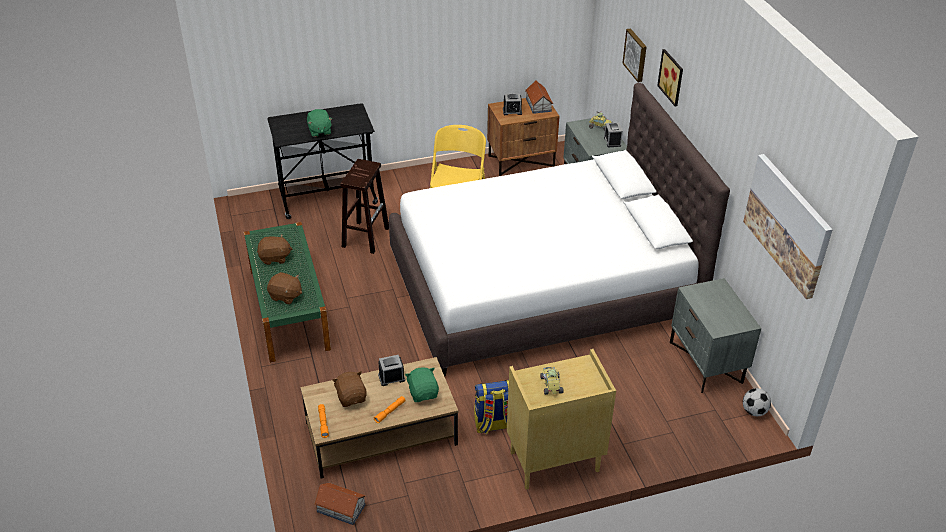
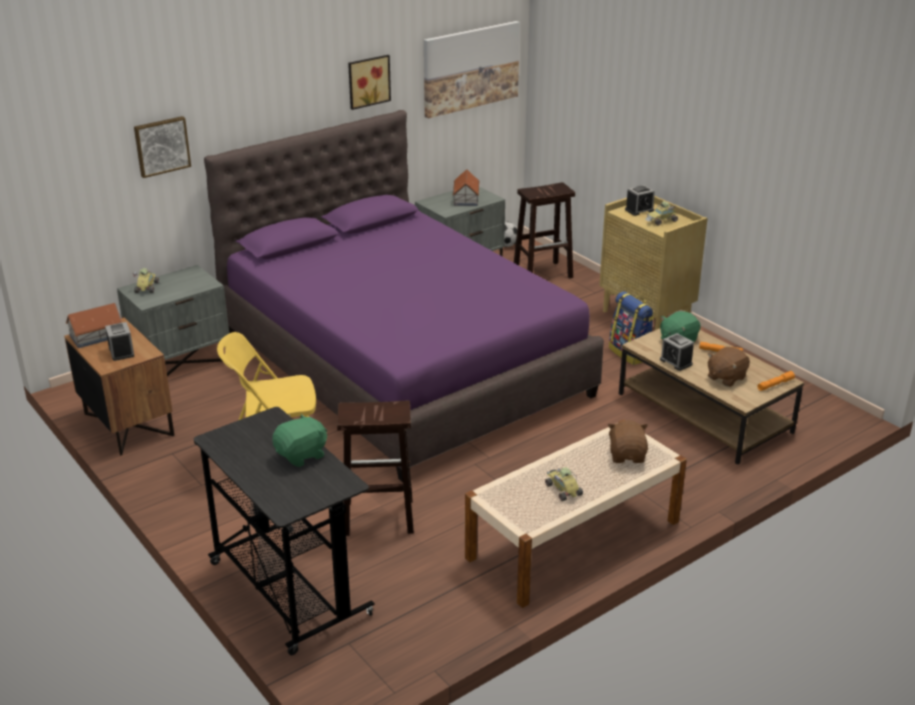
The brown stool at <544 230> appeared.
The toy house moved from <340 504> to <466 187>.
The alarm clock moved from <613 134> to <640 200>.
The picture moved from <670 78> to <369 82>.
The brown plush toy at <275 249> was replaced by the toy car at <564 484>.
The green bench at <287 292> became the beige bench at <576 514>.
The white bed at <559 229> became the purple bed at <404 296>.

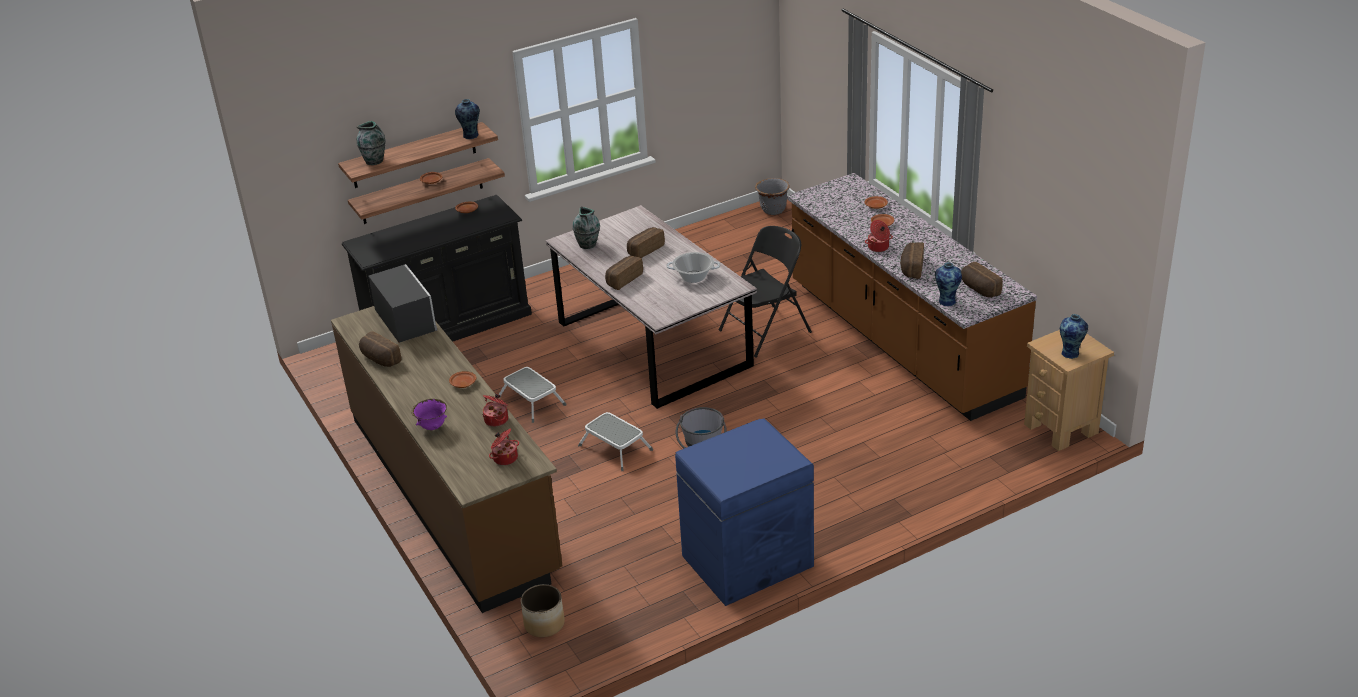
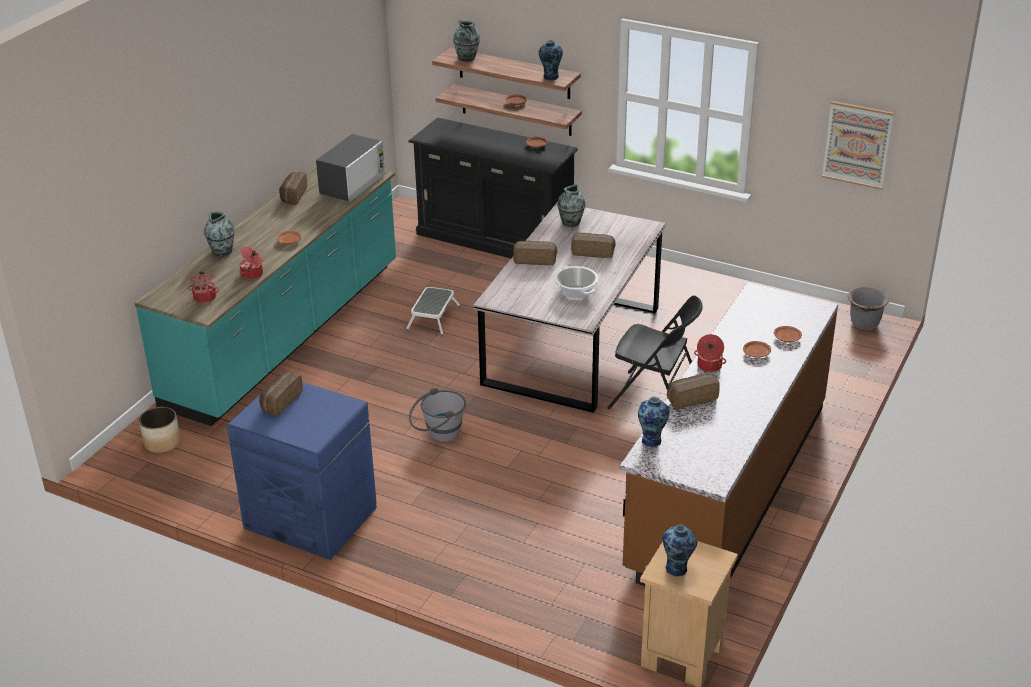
The grey step ladder at <615 441> disappeared.
The picture at <858 145> appeared.
The bread moved from <982 280> to <281 394>.
The purple bowl at <429 414> was replaced by the vase at <219 234>.
The brown counter at <447 459> became the turquoise counter at <265 296>.

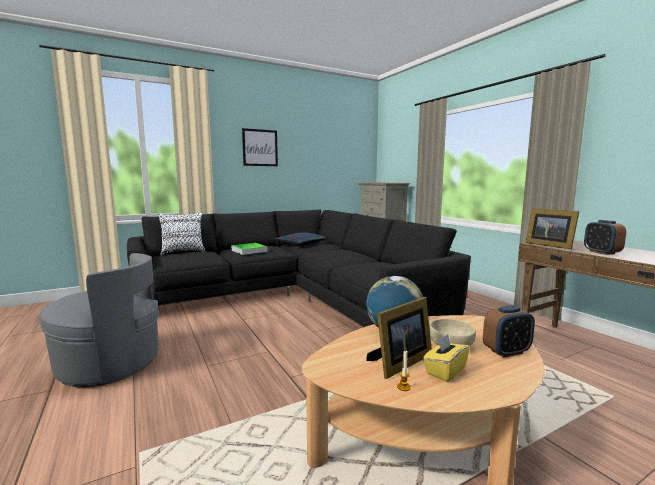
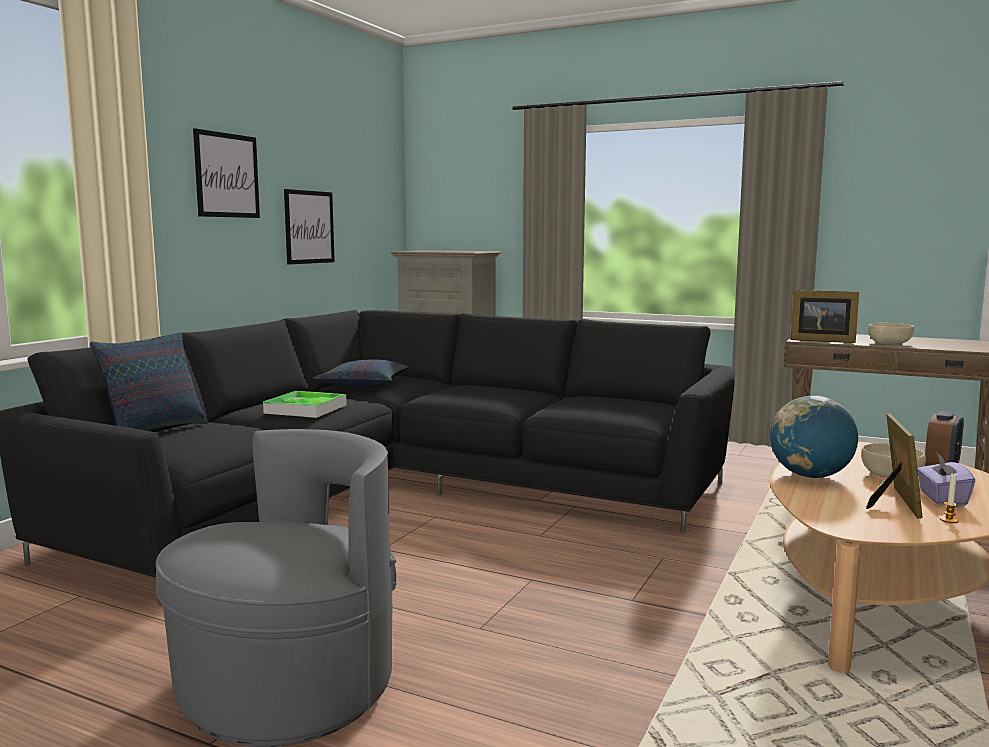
The picture at <309 227> appeared.
The alarm clock at <605 237> was replaced by the beige bowl at <891 333>.
The white pillow at <181 234> became the blue pillow at <149 381>.
The yellow tissue box at <446 358> became the purple tissue box at <946 479>.

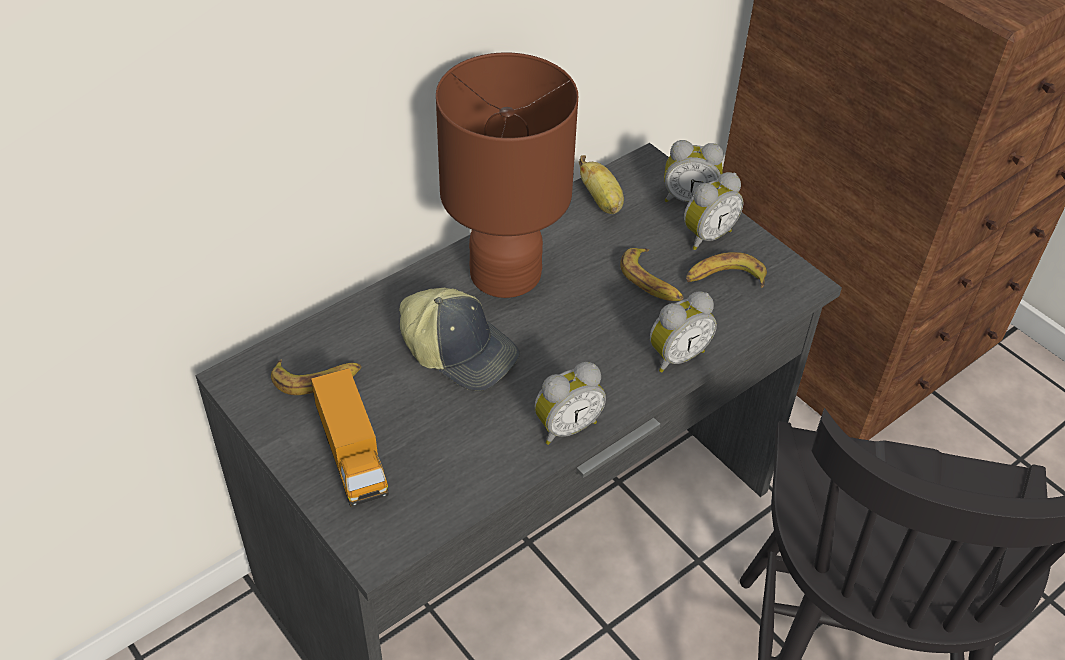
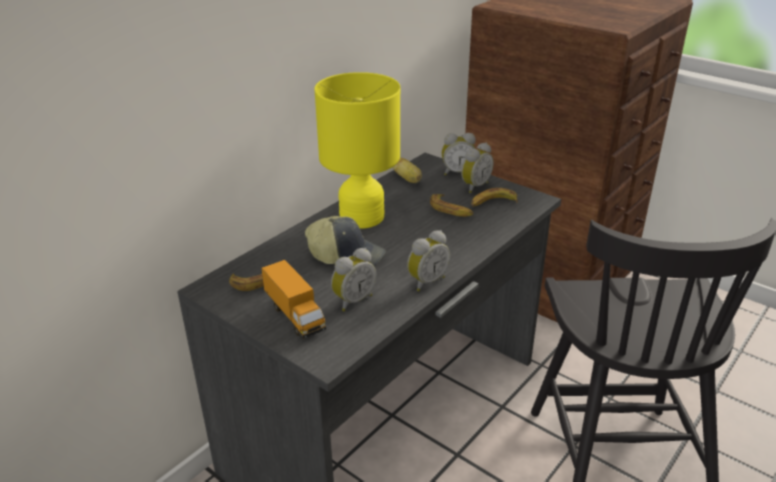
The alarm clock moved from <683 332> to <353 279>.
The brown table lamp at <507 175> became the yellow table lamp at <357 150>.

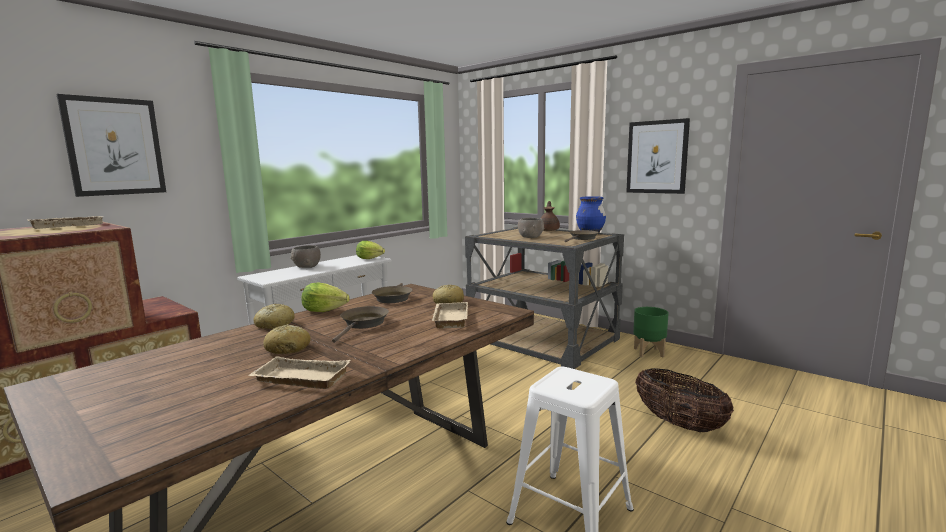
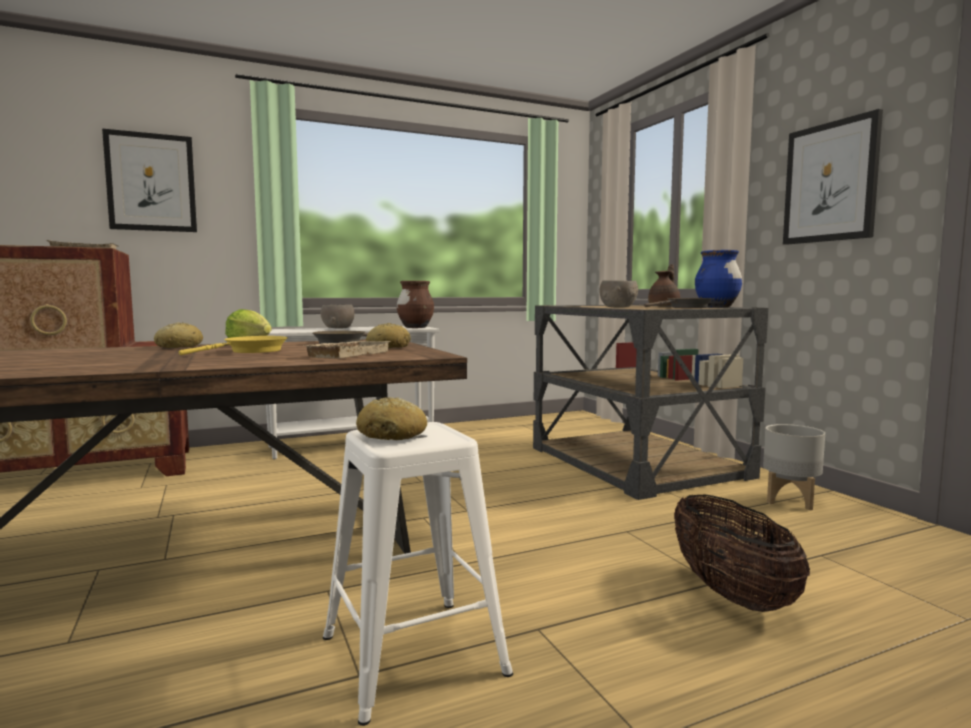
The beige tray at <299 372> disappeared.
The bread moved from <287 339> to <391 418>.
The lettuce at <370 250> was replaced by the brown vase at <415 304>.
The brown frying pan at <360 324> became the yellow frying pan at <233 345>.
The green planter at <651 332> became the grey planter at <794 467>.

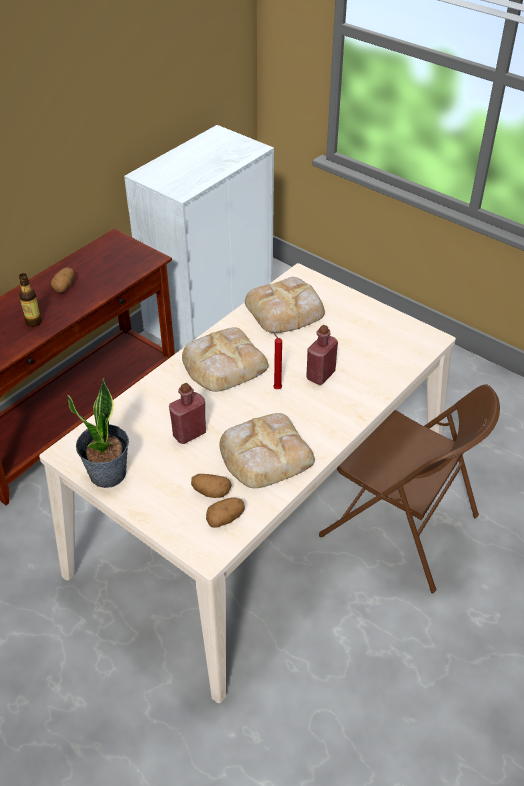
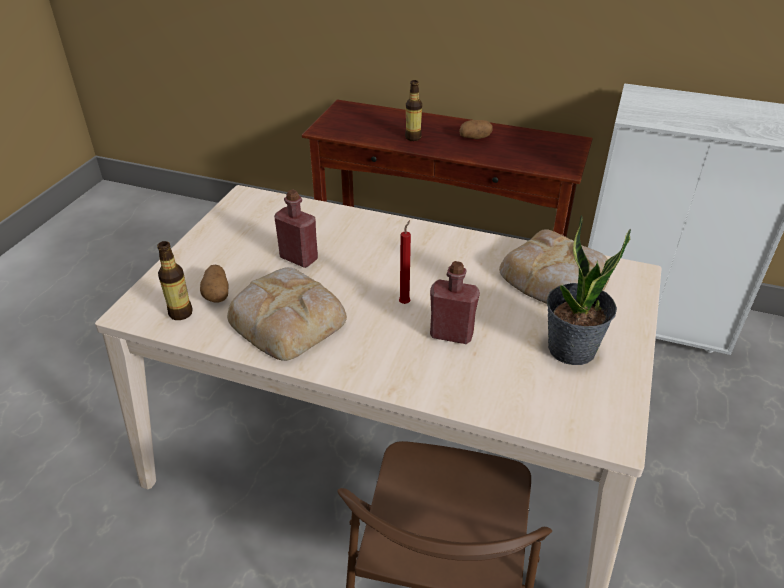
The bread at <225 359> disappeared.
The potted plant moved from <98 433> to <589 290>.
The potato at <225 512> was replaced by the bottle at <175 280>.

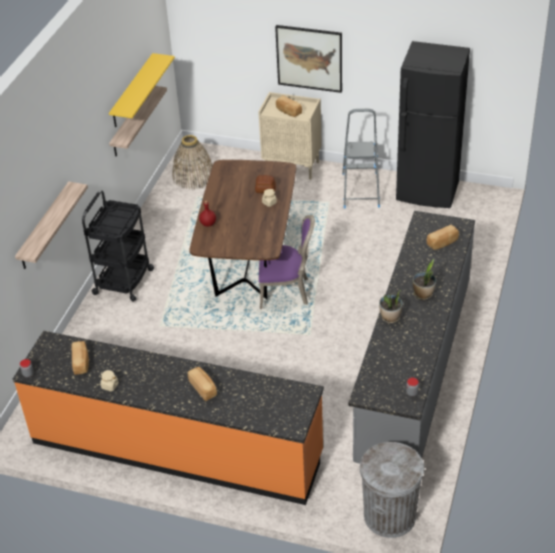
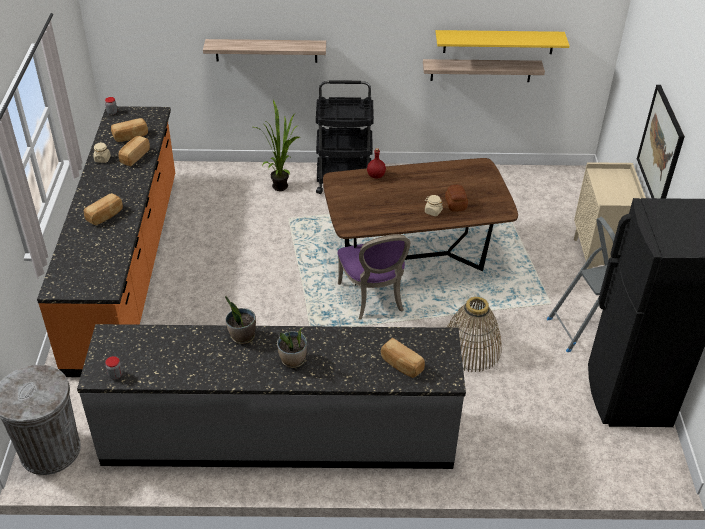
The potted plant at <277 145> appeared.
The basket moved from <192 162> to <474 334>.
The bread moved from <289 106> to <134 151>.

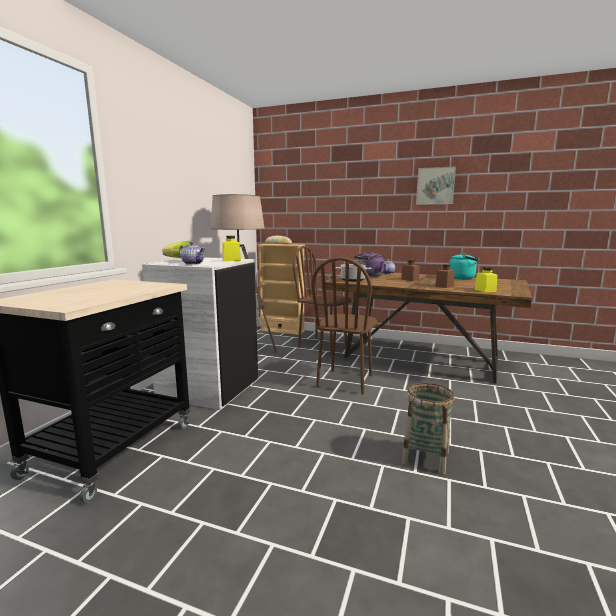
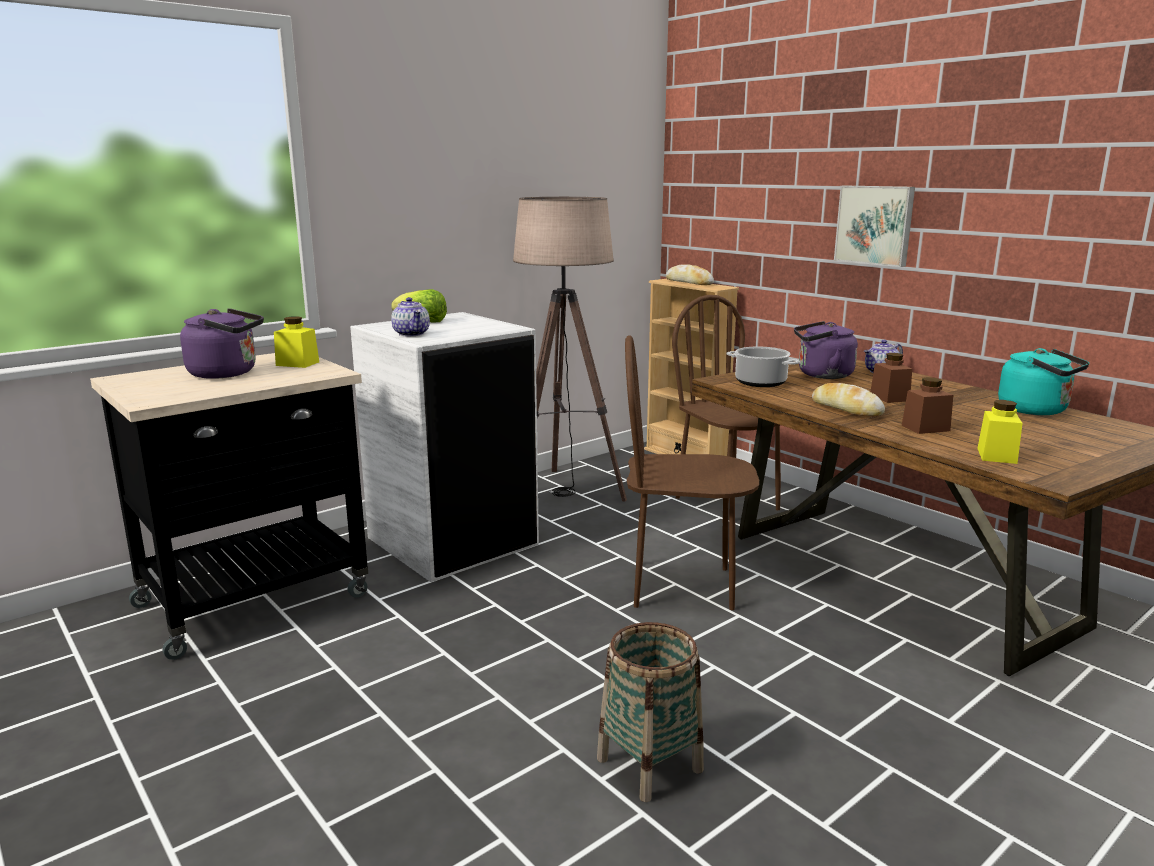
The purple kettle at <222 343> appeared.
The bread at <848 399> appeared.
The yellow jar moved from <232 248> to <296 342>.
The picture moved from <436 185> to <874 226>.
The brown chair at <344 326> turned 45 degrees clockwise.

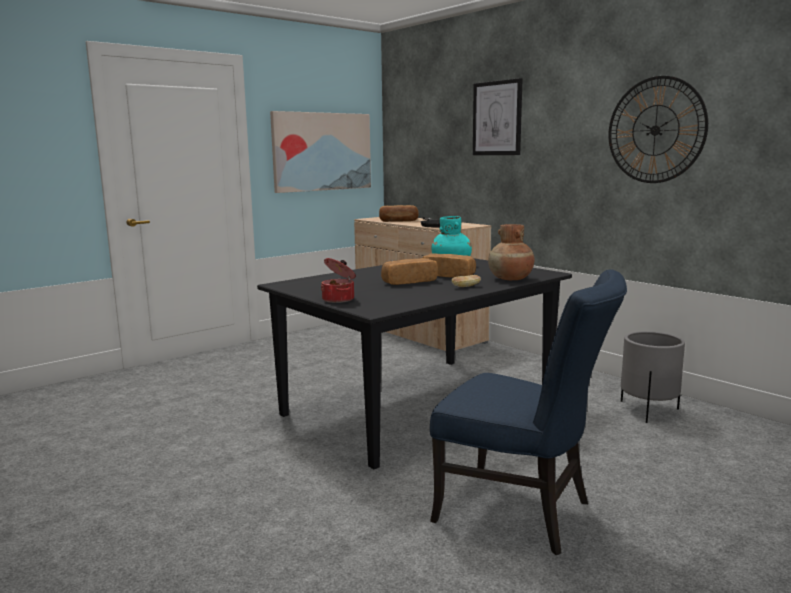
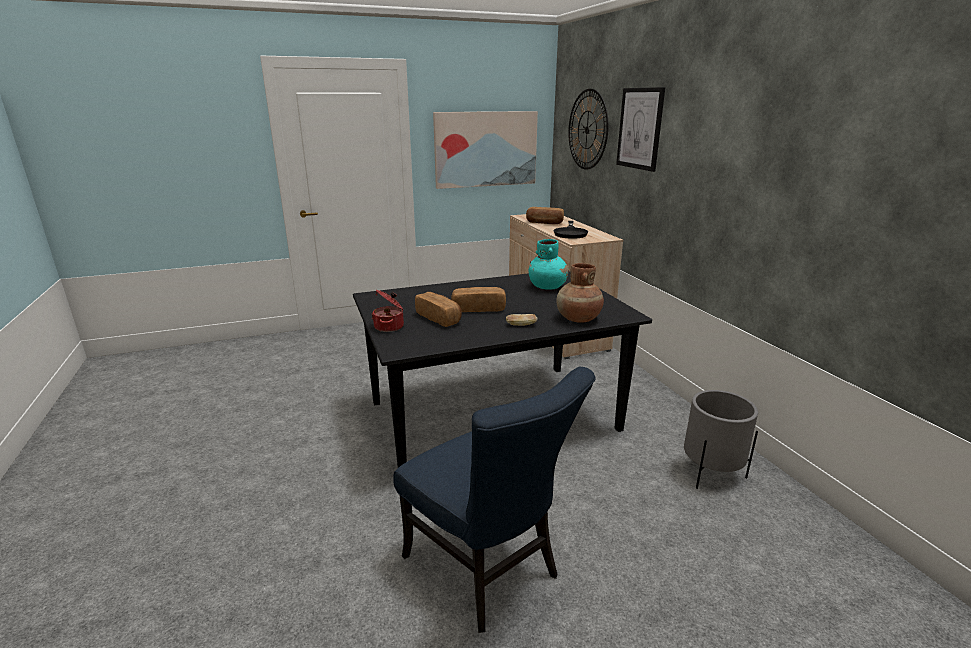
The bread moved from <449 265> to <438 309>.
The wall clock moved from <658 129> to <588 129>.

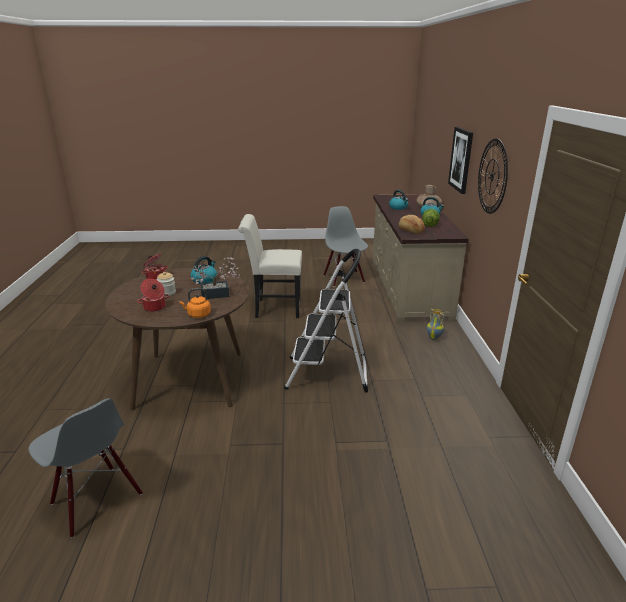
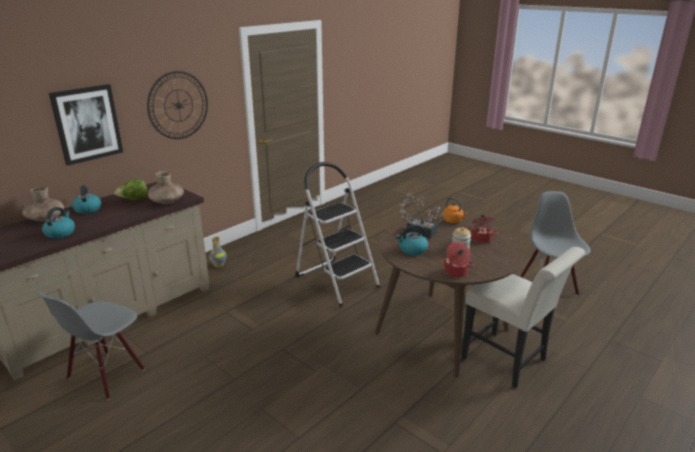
The white chair moved from <270 266> to <523 317>.
The bread at <411 224> was replaced by the brown vase at <166 187>.

